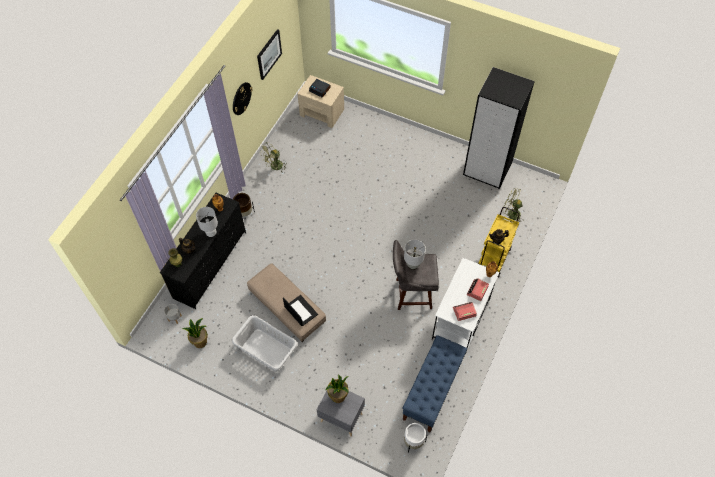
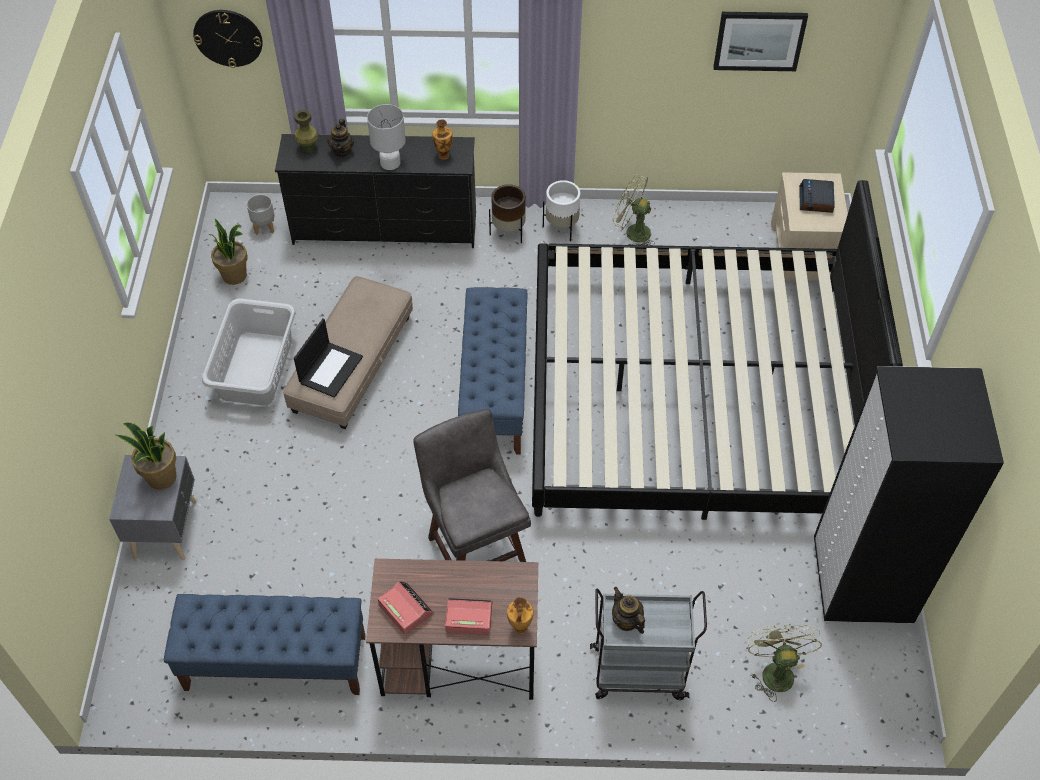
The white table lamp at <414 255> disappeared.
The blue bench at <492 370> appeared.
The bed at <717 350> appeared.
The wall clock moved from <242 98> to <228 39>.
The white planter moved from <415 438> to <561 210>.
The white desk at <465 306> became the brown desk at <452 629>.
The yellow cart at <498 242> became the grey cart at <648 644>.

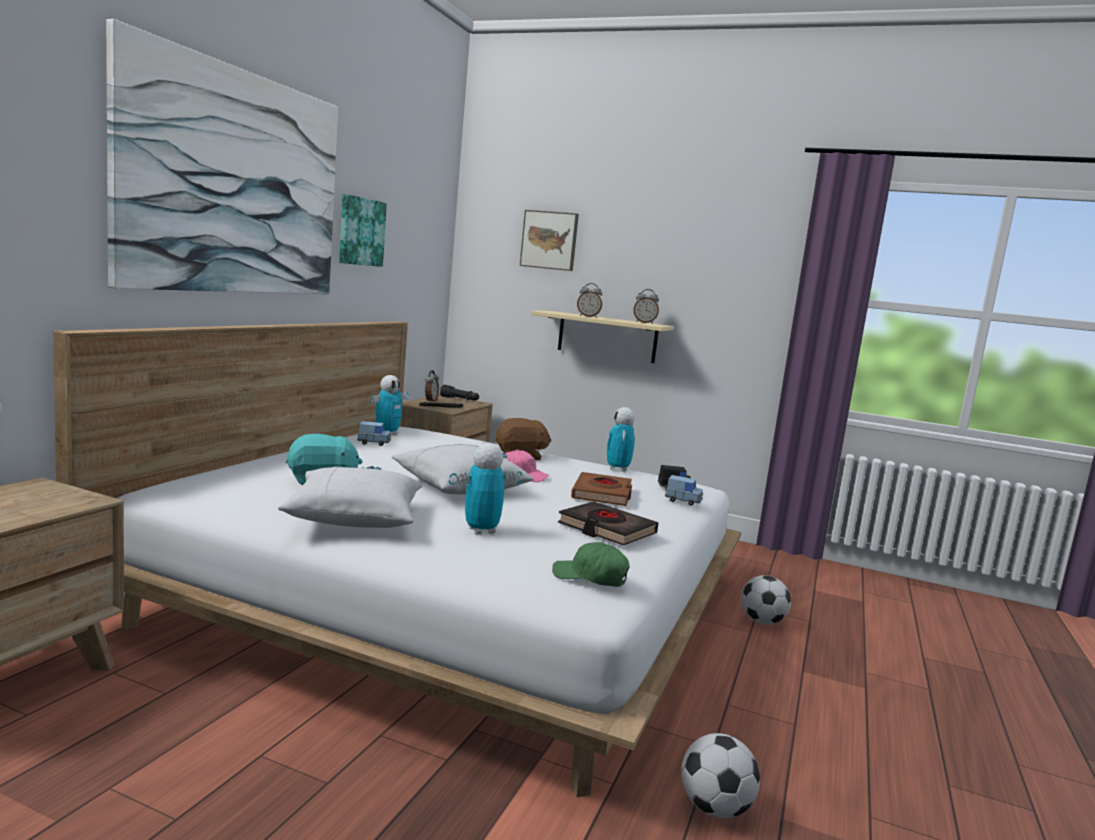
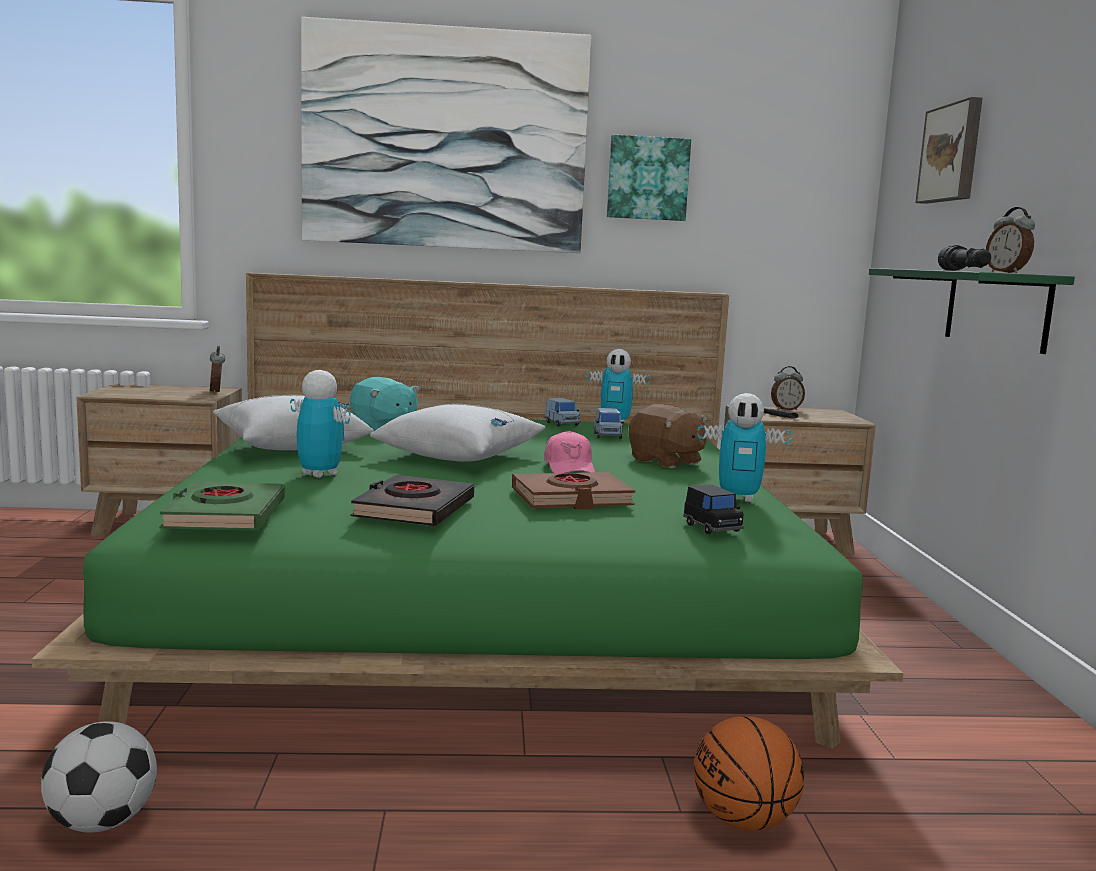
The black flashlight moved from <459 393> to <964 258>.
The alarm clock moved from <589 300> to <217 370>.
The blue toy car moved from <684 490> to <609 423>.
The green cap at <590 564> was replaced by the green book at <222 506>.
The football at <766 600> was replaced by the basketball at <749 773>.
The white bed at <397 559> became the green bed at <467 511>.
The beige shelf at <602 337> became the green shelf at <972 311>.
The toy robot at <621 439> turned 150 degrees counterclockwise.

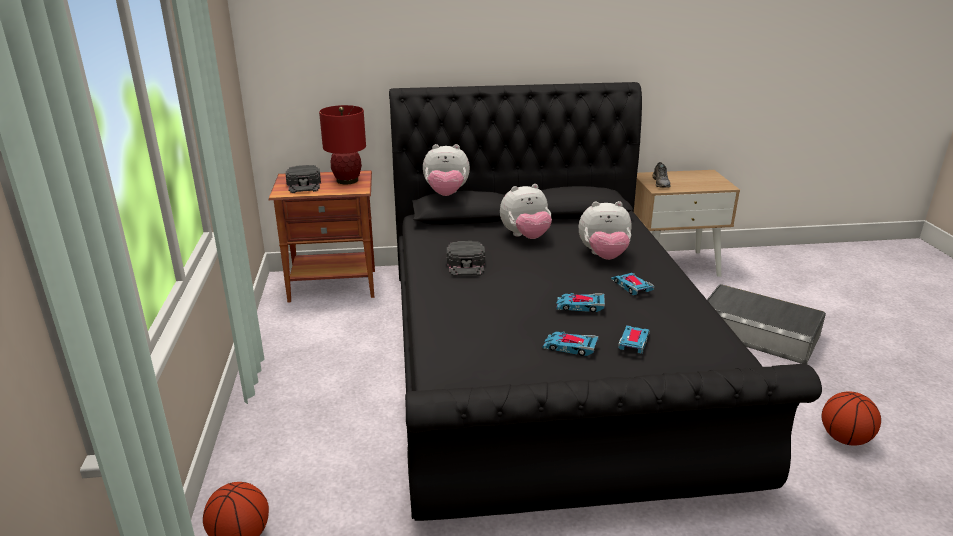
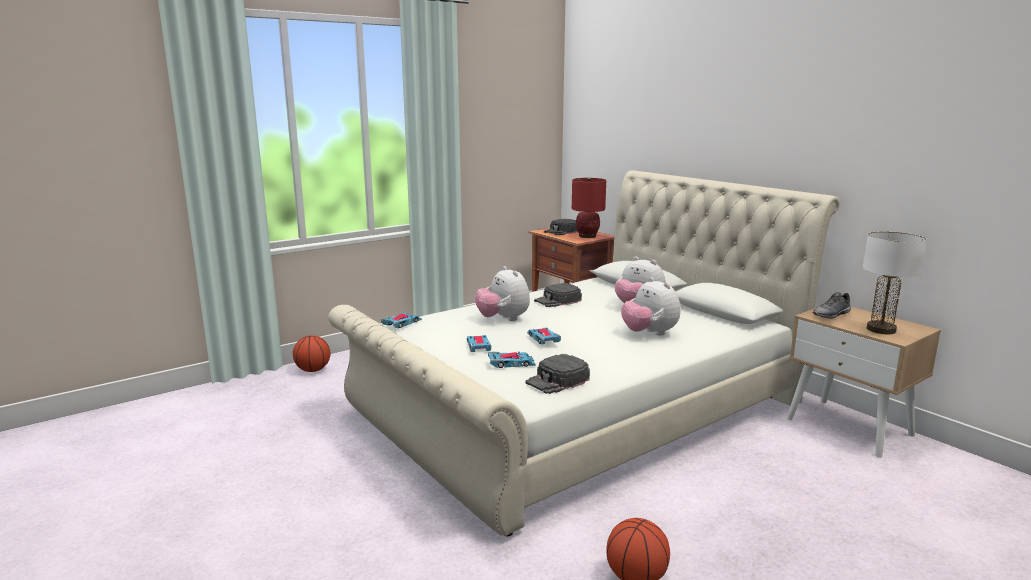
The grey storage box at <766 324> disappeared.
The black cap at <557 374> appeared.
The table lamp at <895 282> appeared.
The plush toy moved from <446 170> to <502 293>.
The toy car moved from <632 284> to <401 320>.
The black bed at <605 301> became the beige bed at <584 353>.

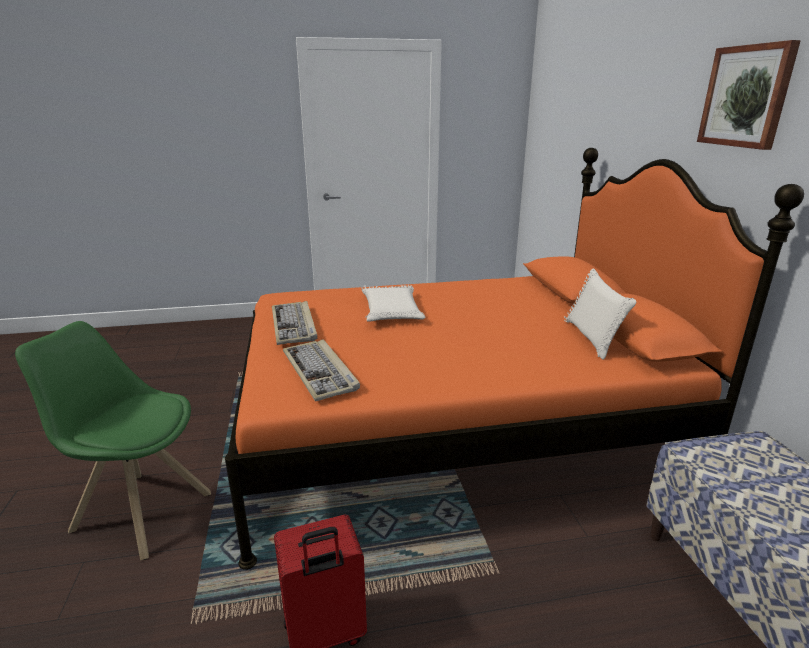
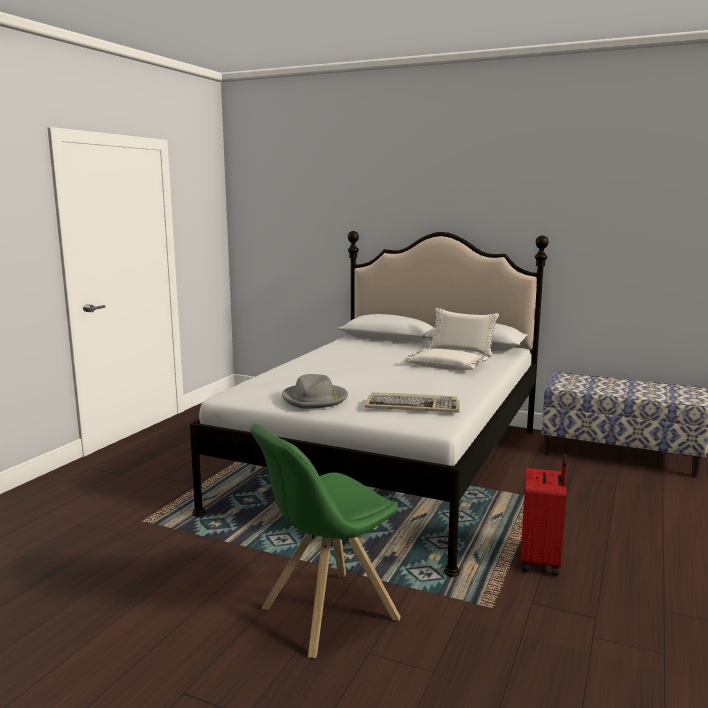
The picture at <749 95> disappeared.
The white pillow moved from <393 303> to <446 359>.
The keyboard at <294 323> was replaced by the grey hat at <315 391>.
The orange bed at <514 359> became the white bed at <369 404>.

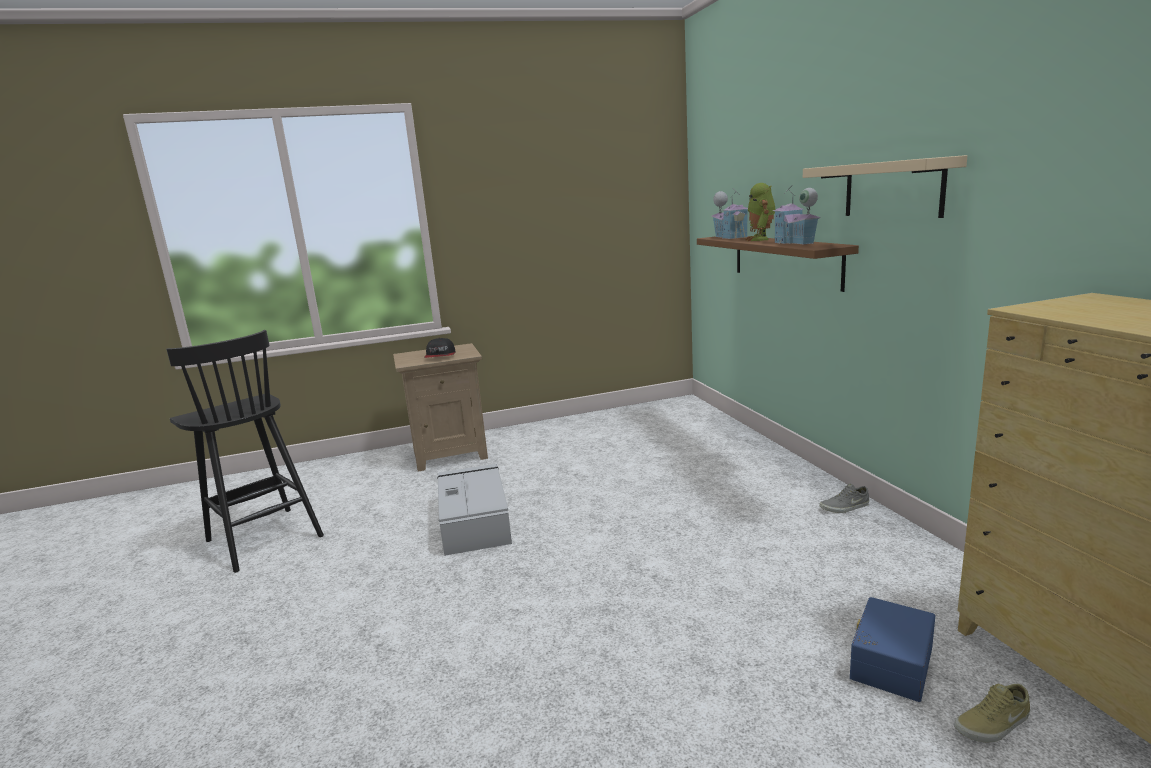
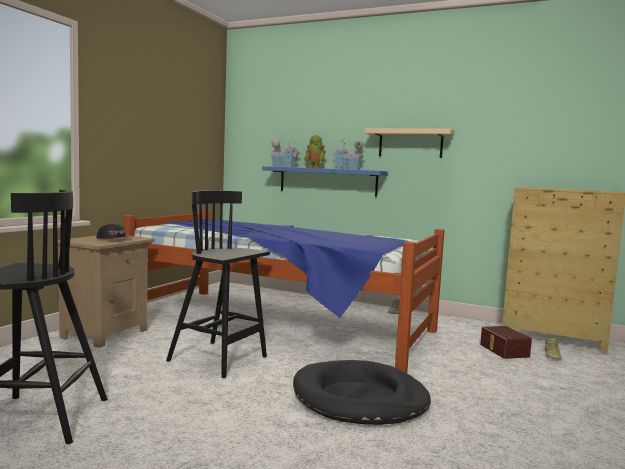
The bed at <284 291> appeared.
The black dog bed at <362 392> appeared.
The grey storage box at <474 510> was replaced by the black stool at <218 284>.
The brown shelf at <778 264> became the blue shelf at <325 181>.
The blue storage box at <892 649> became the brown storage box at <506 342>.

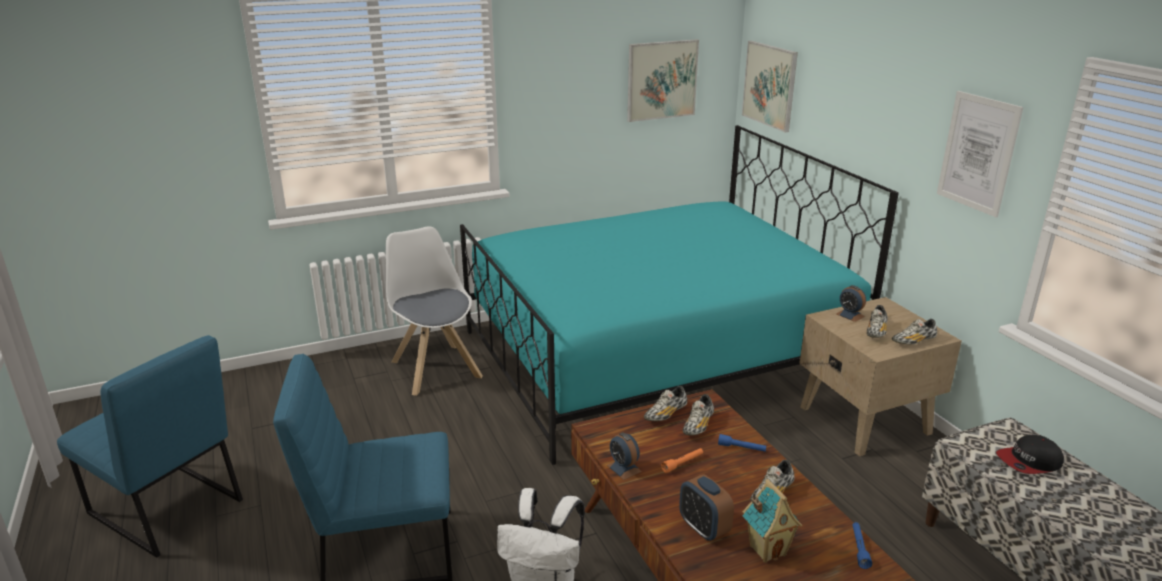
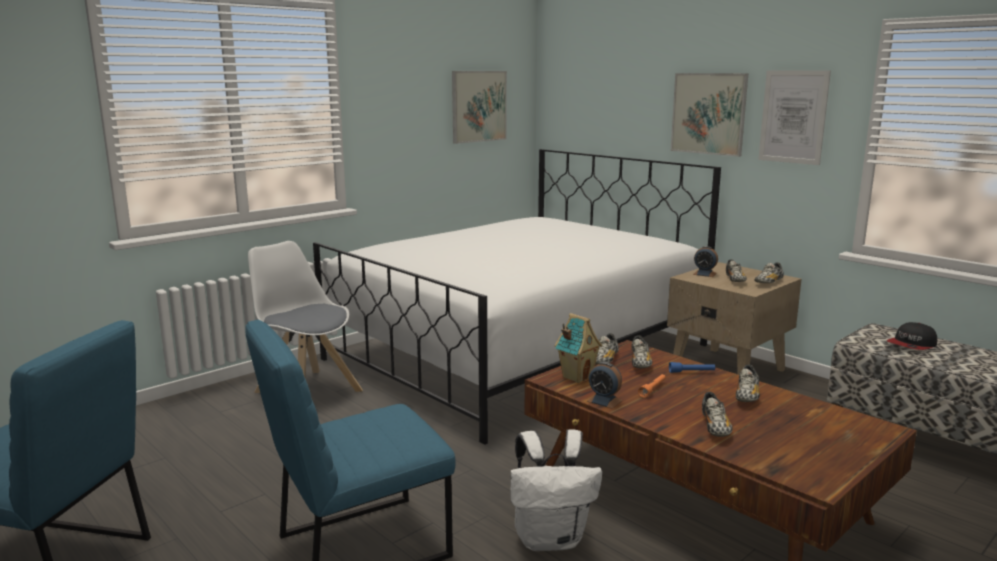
The blue flashlight at <862 545> disappeared.
The picture moved from <770 86> to <710 115>.
The toy house moved from <772 521> to <578 348>.
The alarm clock at <706 507> was replaced by the shoe at <717 414>.
The turquoise bed at <679 295> became the white bed at <517 297>.

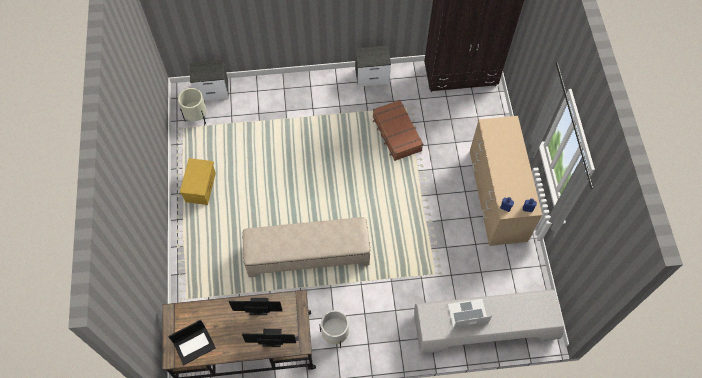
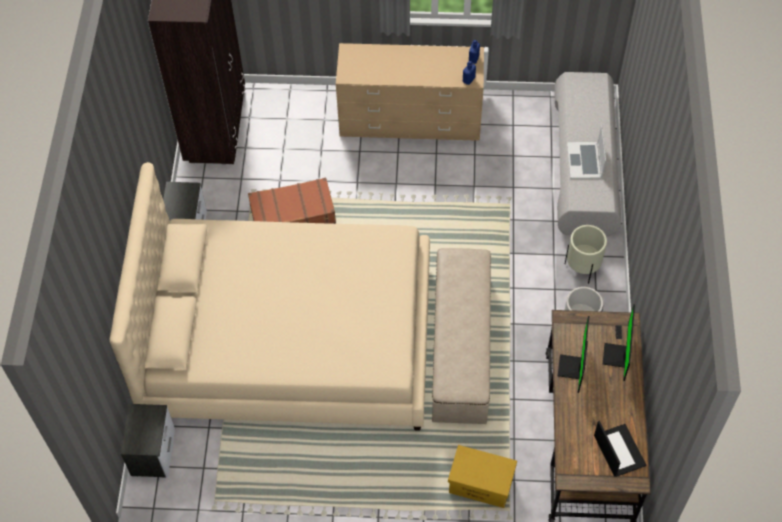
The beige bed at <269 296> appeared.
The beige planter moved from <192 106> to <586 254>.
The yellow storage box moved from <198 181> to <482 476>.

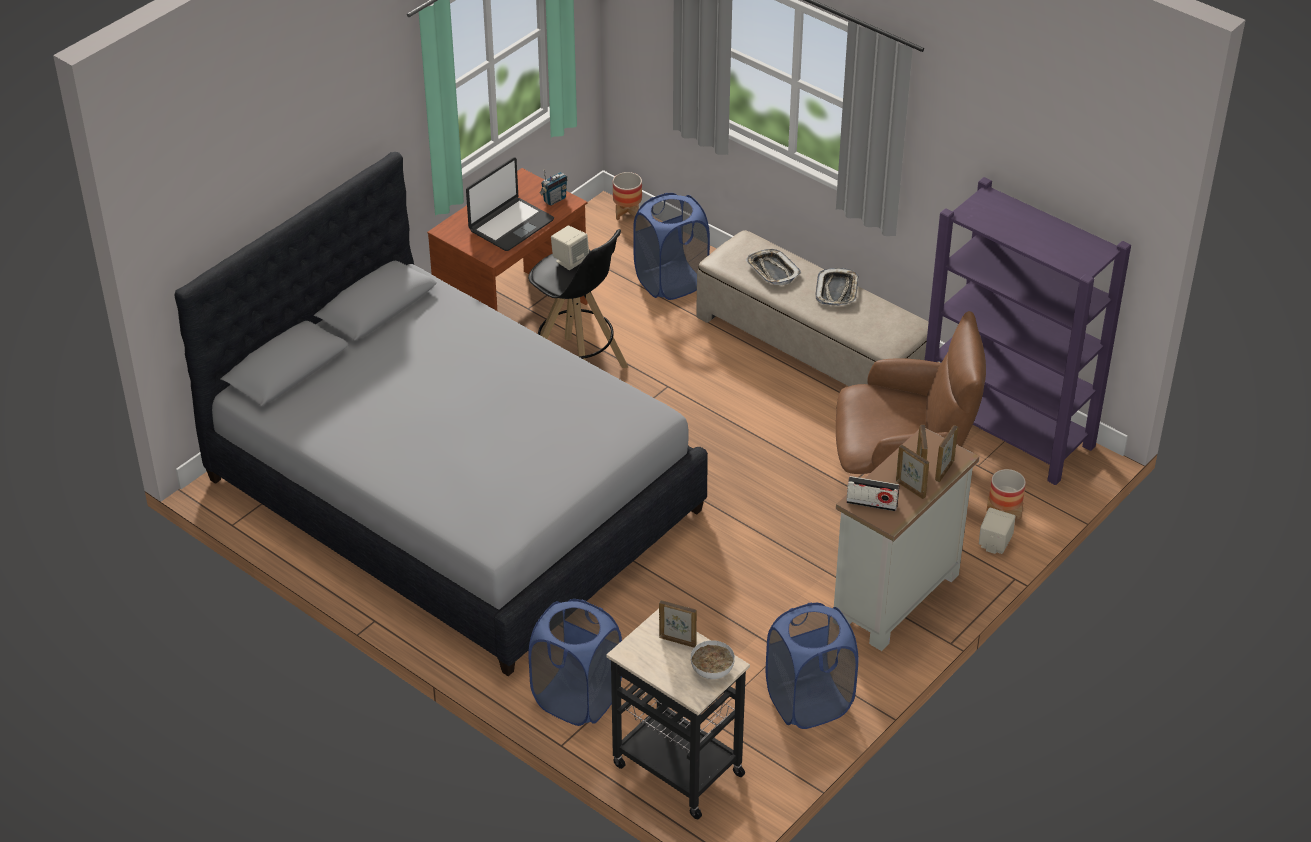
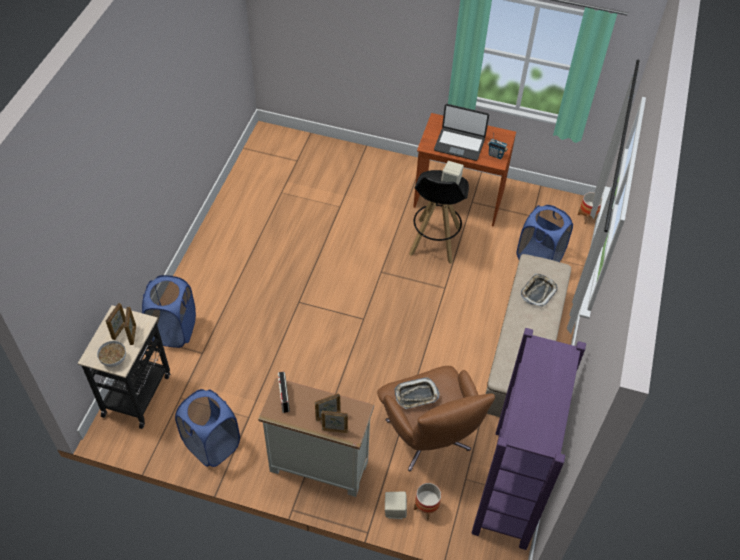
The grey bed at <441 414> disappeared.
The tray moved from <837 287> to <417 393>.
The picture frame moved from <912 472> to <116 321>.

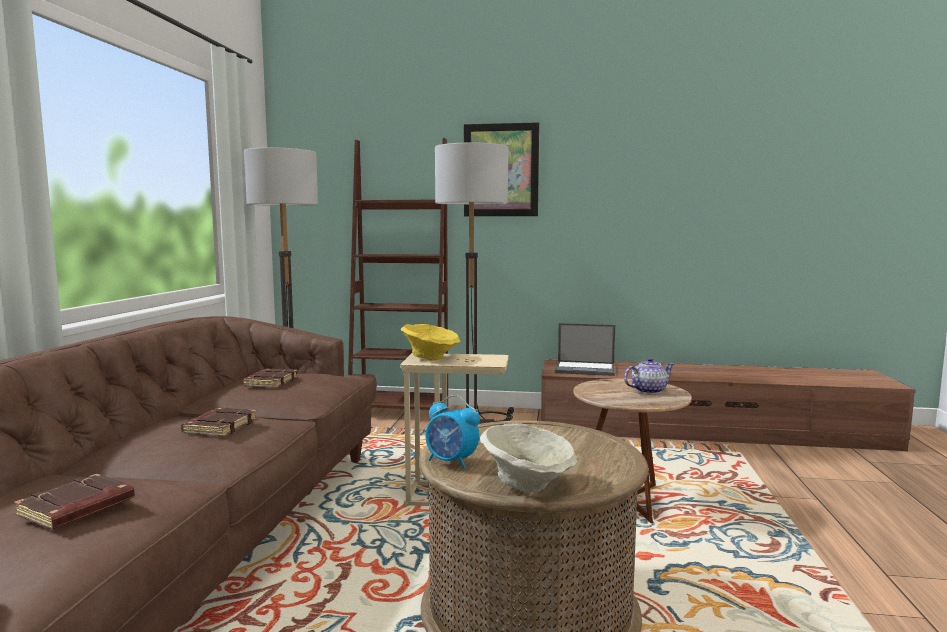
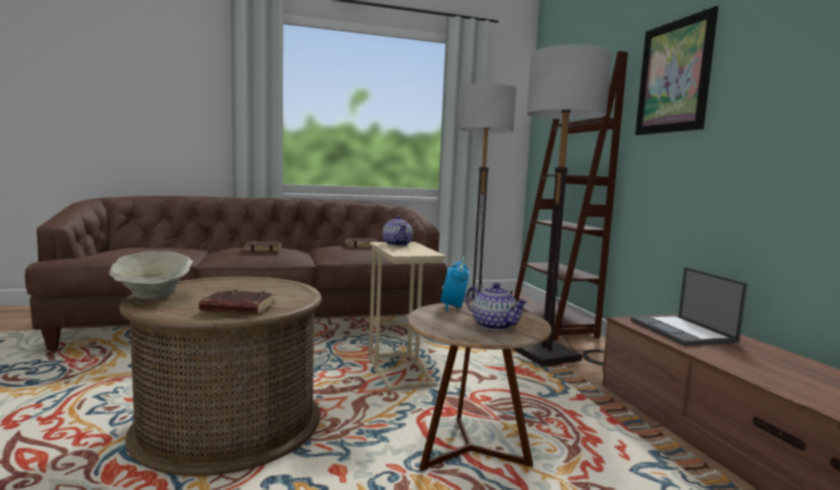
The brown book moved from <74 501> to <237 302>.
The alarm clock moved from <453 431> to <454 284>.
The yellow bowl at <430 342> was replaced by the teapot at <398 230>.

